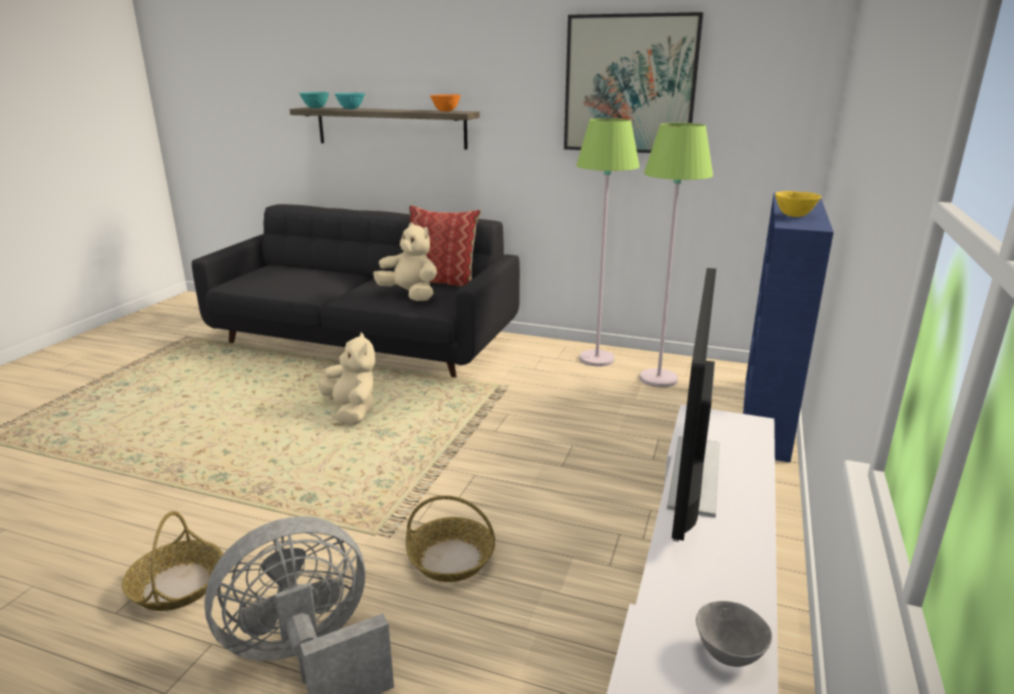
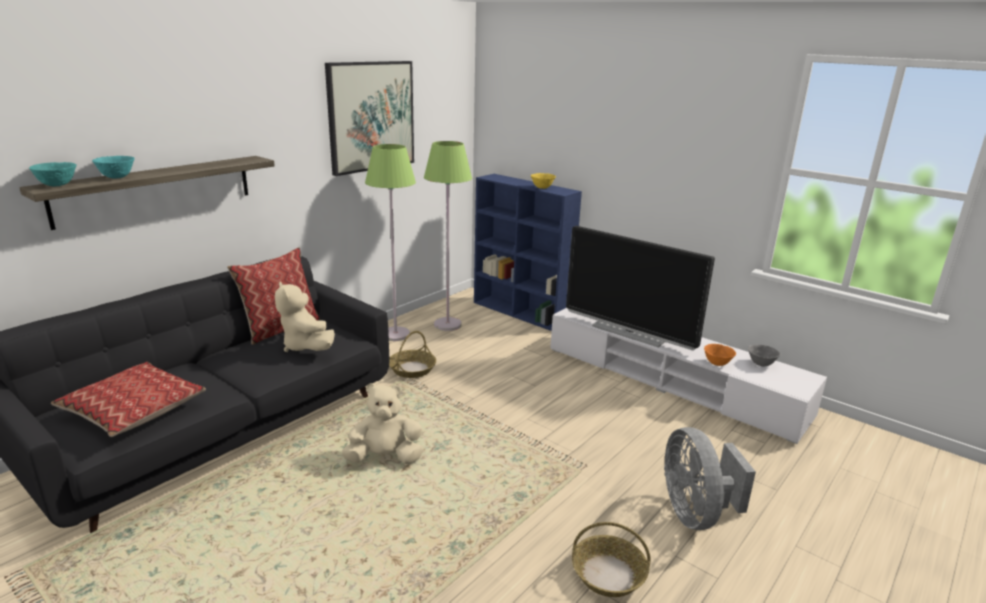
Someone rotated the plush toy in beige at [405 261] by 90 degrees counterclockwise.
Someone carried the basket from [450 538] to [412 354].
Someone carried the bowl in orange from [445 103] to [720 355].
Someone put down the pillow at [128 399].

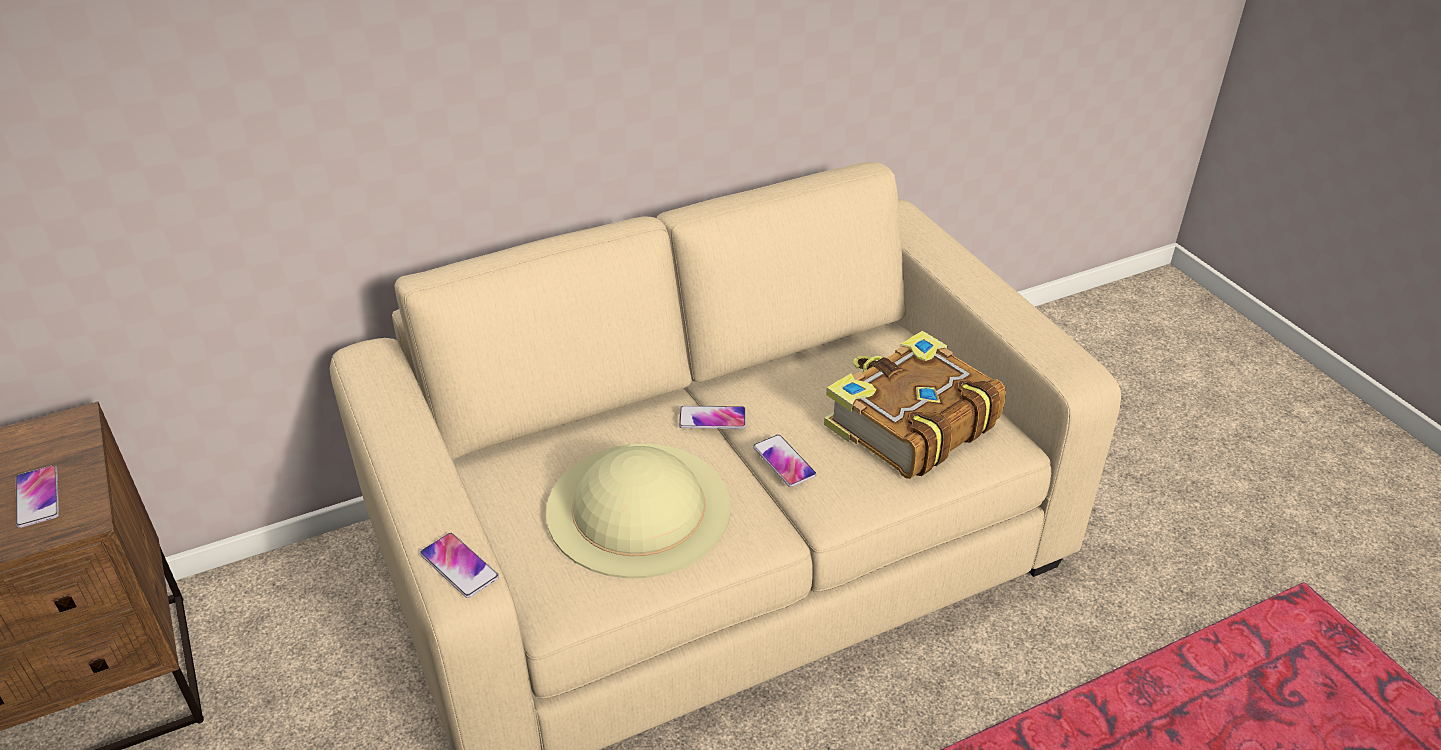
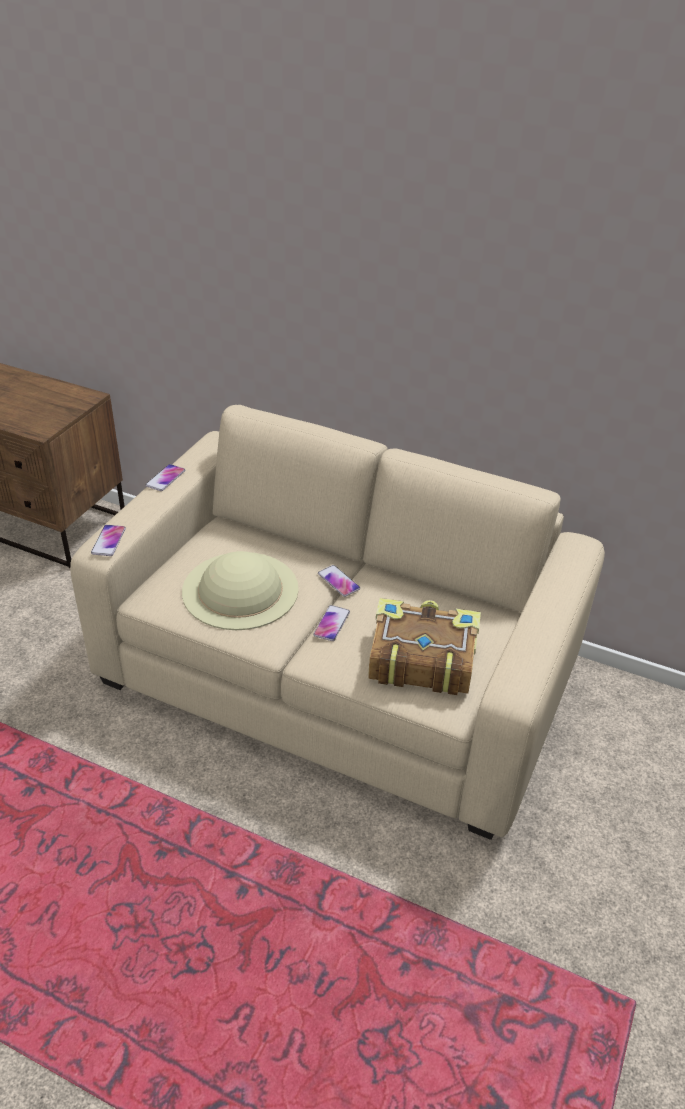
Someone carried the phone from [37 496] to [165 477].

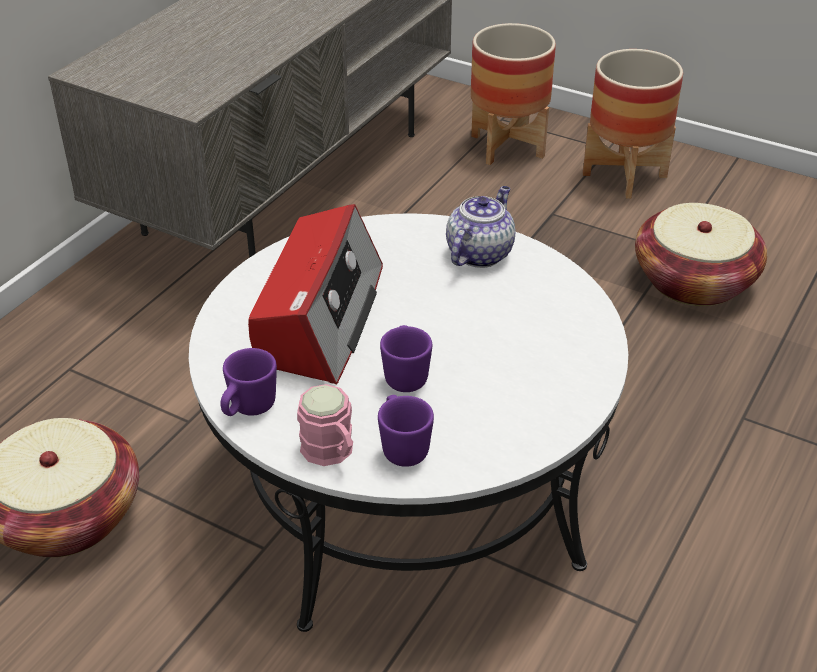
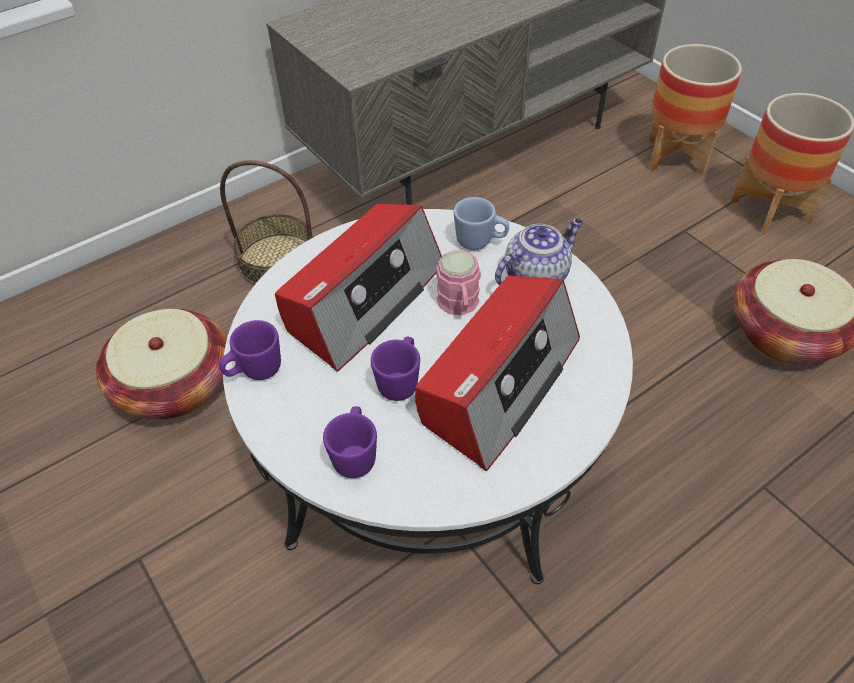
Someone carried the mug in pink from [325 425] to [458 282].
Someone put down the basket at [266 222].
Someone put down the radio at [497 373].
Someone put down the mug in blue at [481 223].

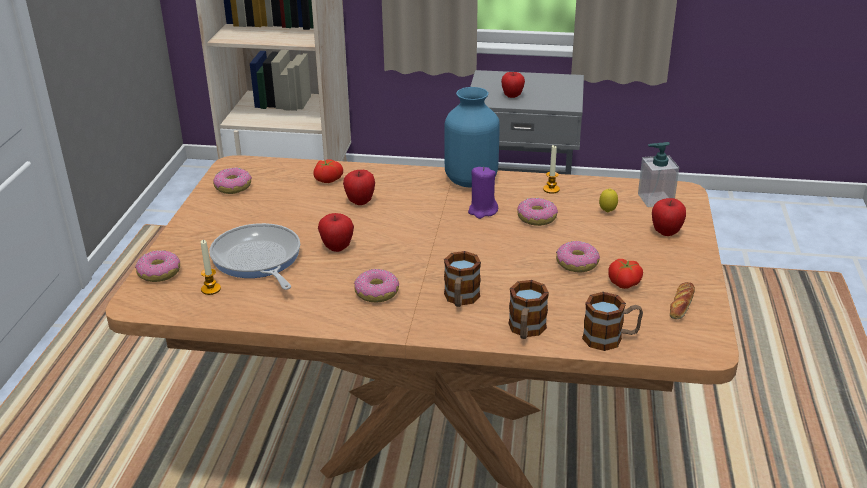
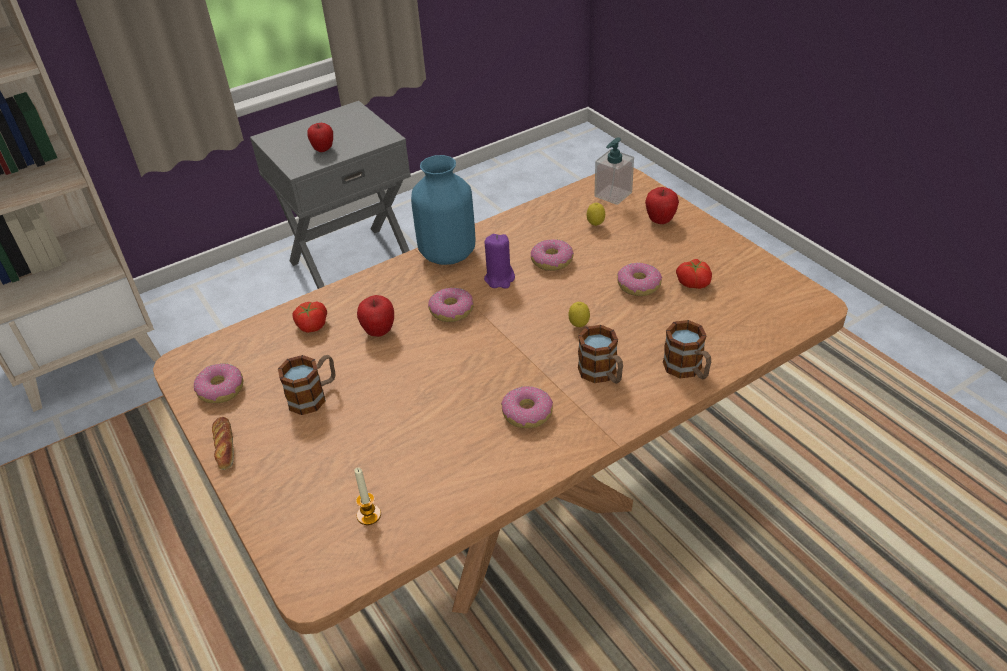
Someone carried the donut from [157 266] to [451 305].
Someone took away the frying pan at [255 256].
Someone took away the apple at [336 232].
Someone took away the candle at [551 169].
Someone carried the mug from [612 321] to [307 385].
Someone carried the bread from [682 300] to [223 443].
Someone put down the lemon at [579 314].

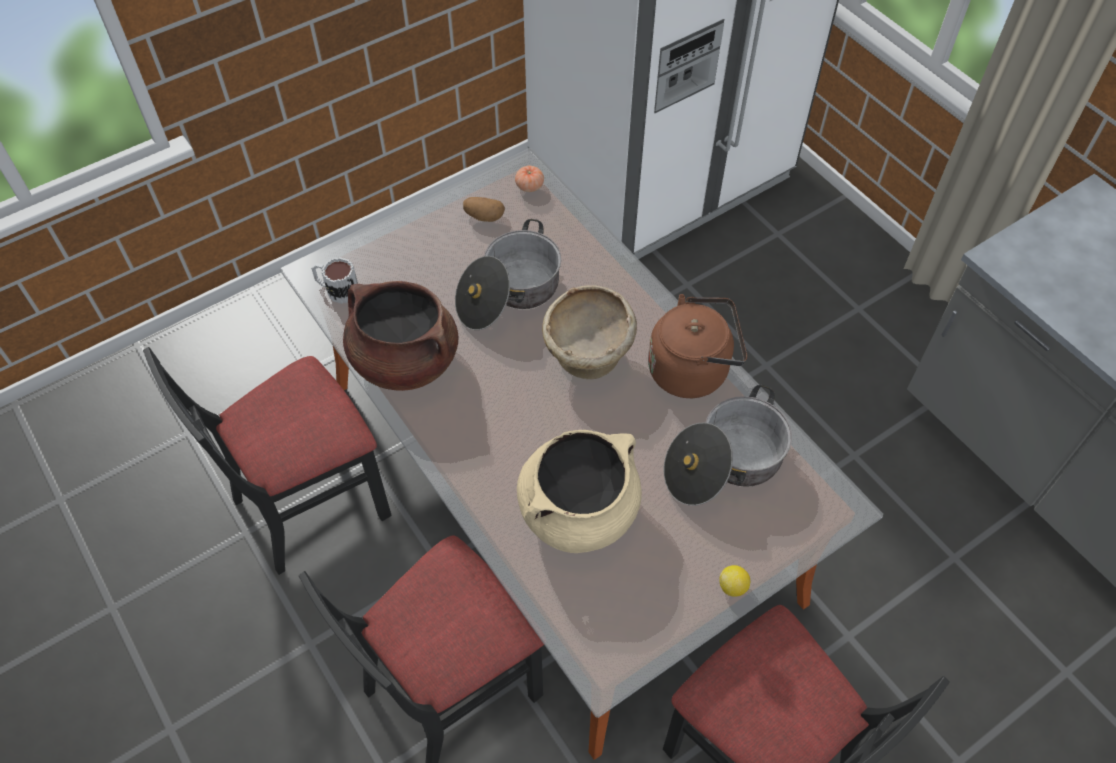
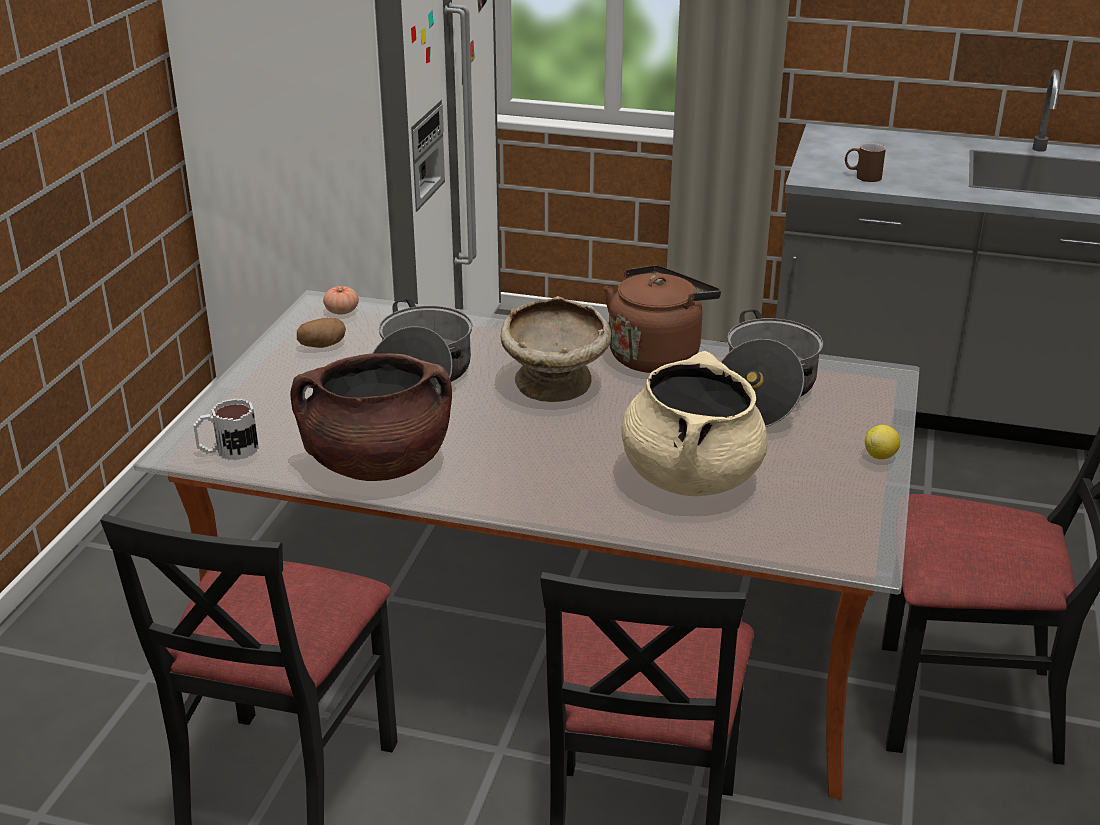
Someone put down the mug in brown at [865 162].

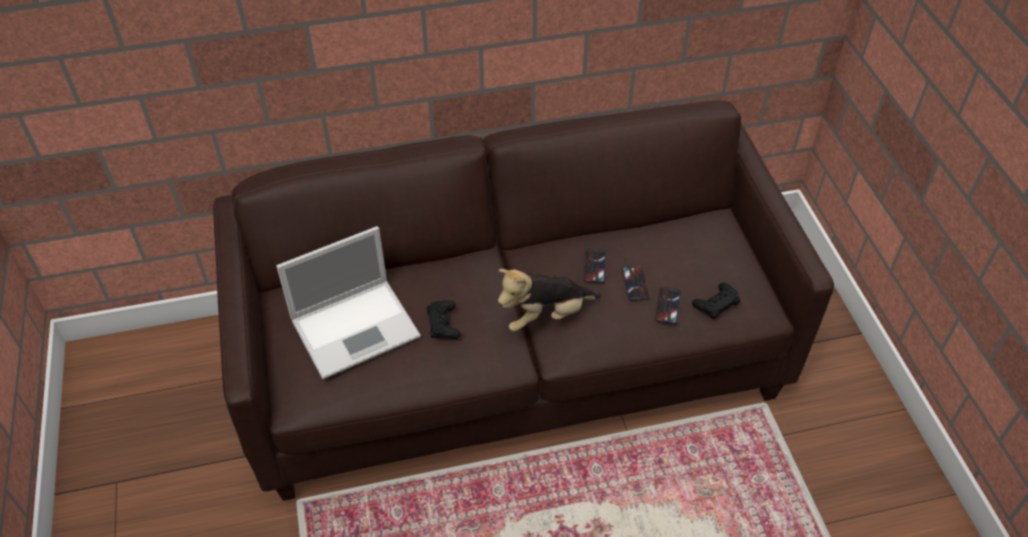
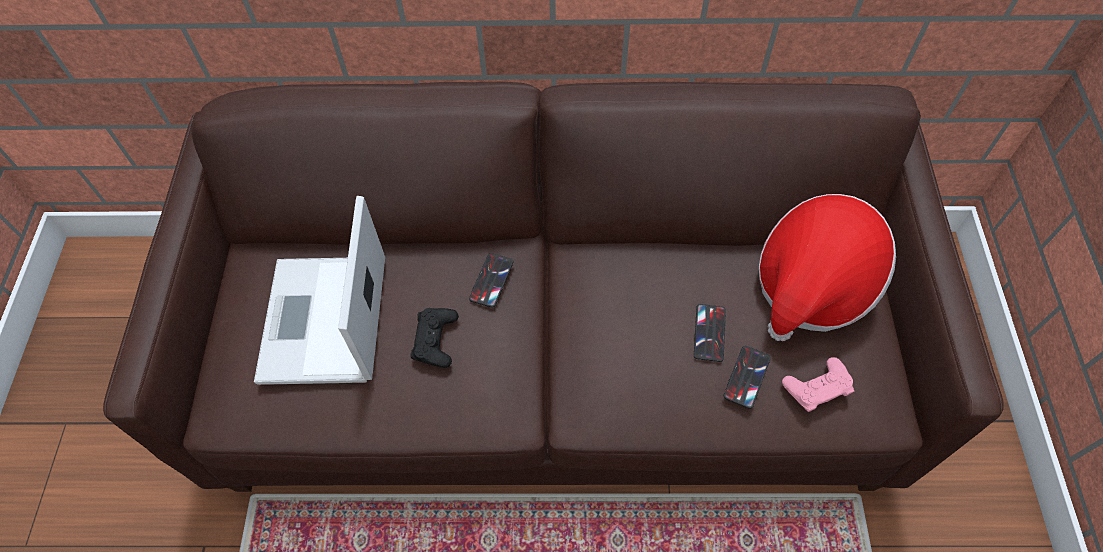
Someone rotated the laptop at [348 302] by 105 degrees clockwise.
Someone took away the plush toy at [549 300].
Someone carried the phone from [595 266] to [491 280].
Someone repainted the game controller in black at [716 300], which became the game controller in pink at [818 384].
Someone put down the hat at [827 267].

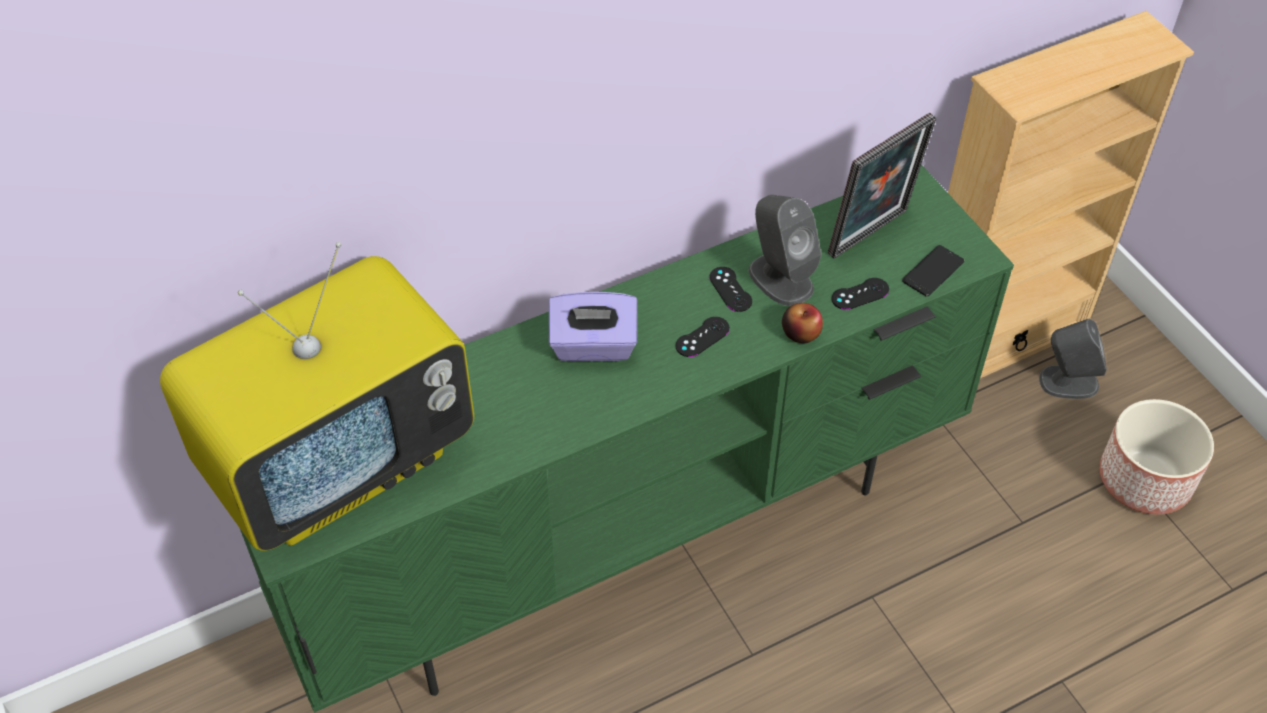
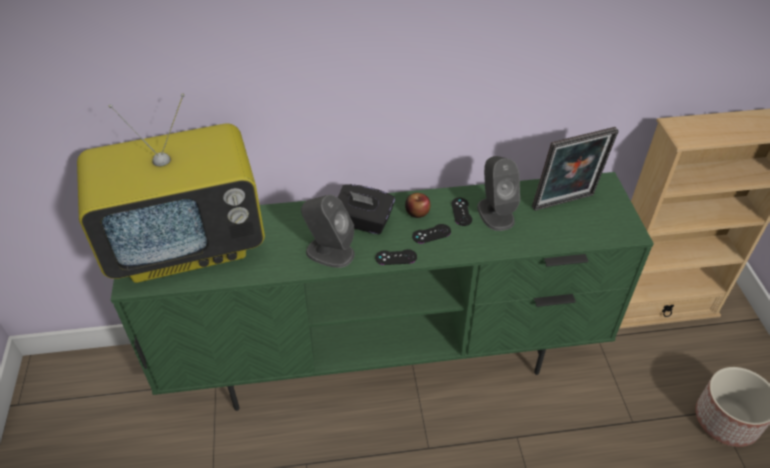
Someone repainted the tissue box in purple at [593 326], which became the tissue box in black at [366 209].
Someone carried the apple from [802 323] to [417 205].
Someone carried the game controller in black from [860 294] to [396 257].
Someone took away the phone at [933 271].
Someone carried the speaker in grey from [1073 359] to [328 231].

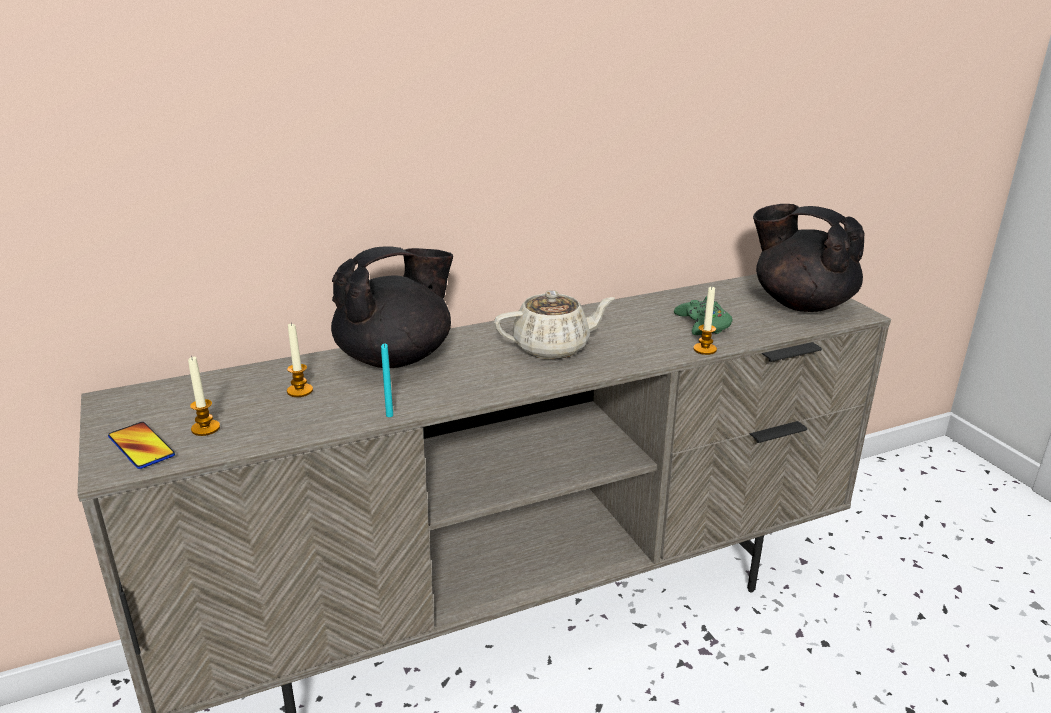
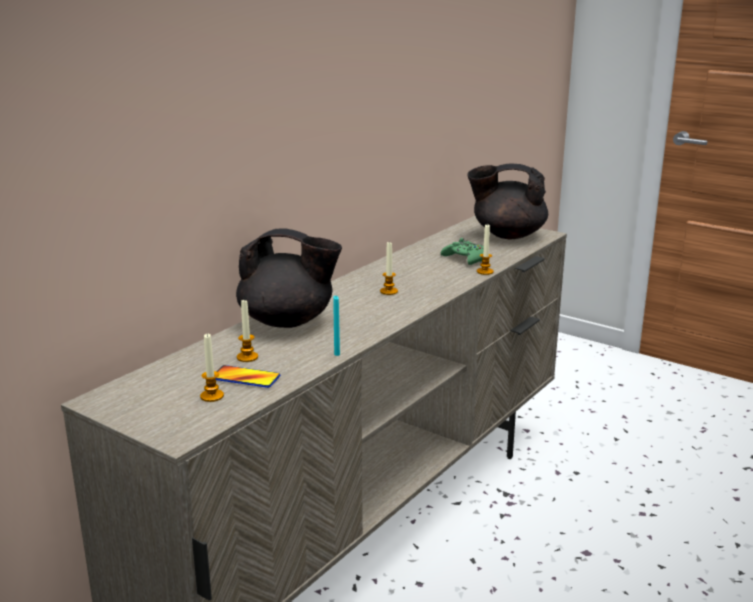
Someone carried the phone from [141 445] to [248 376].
Someone rotated the teapot in black at [392 307] by 75 degrees clockwise.
Someone swapped the teapot in beige at [554 324] for the candle at [389 268].

